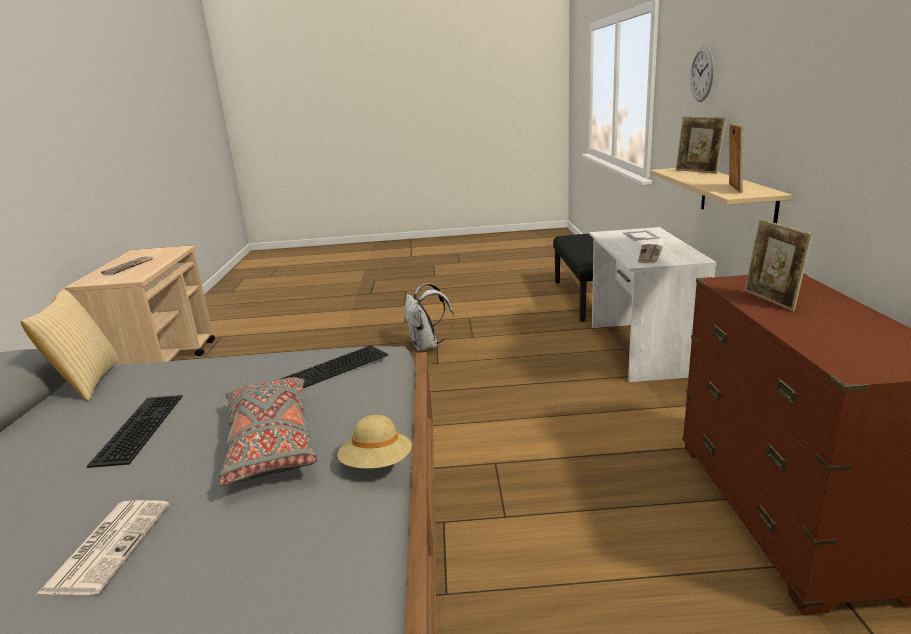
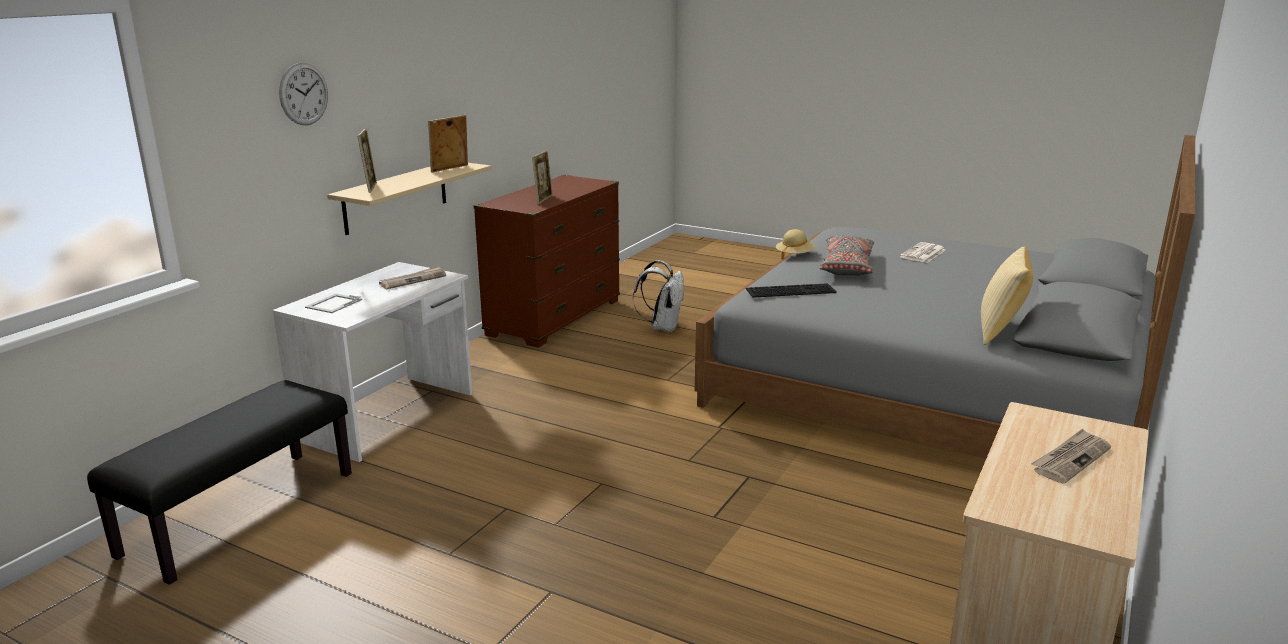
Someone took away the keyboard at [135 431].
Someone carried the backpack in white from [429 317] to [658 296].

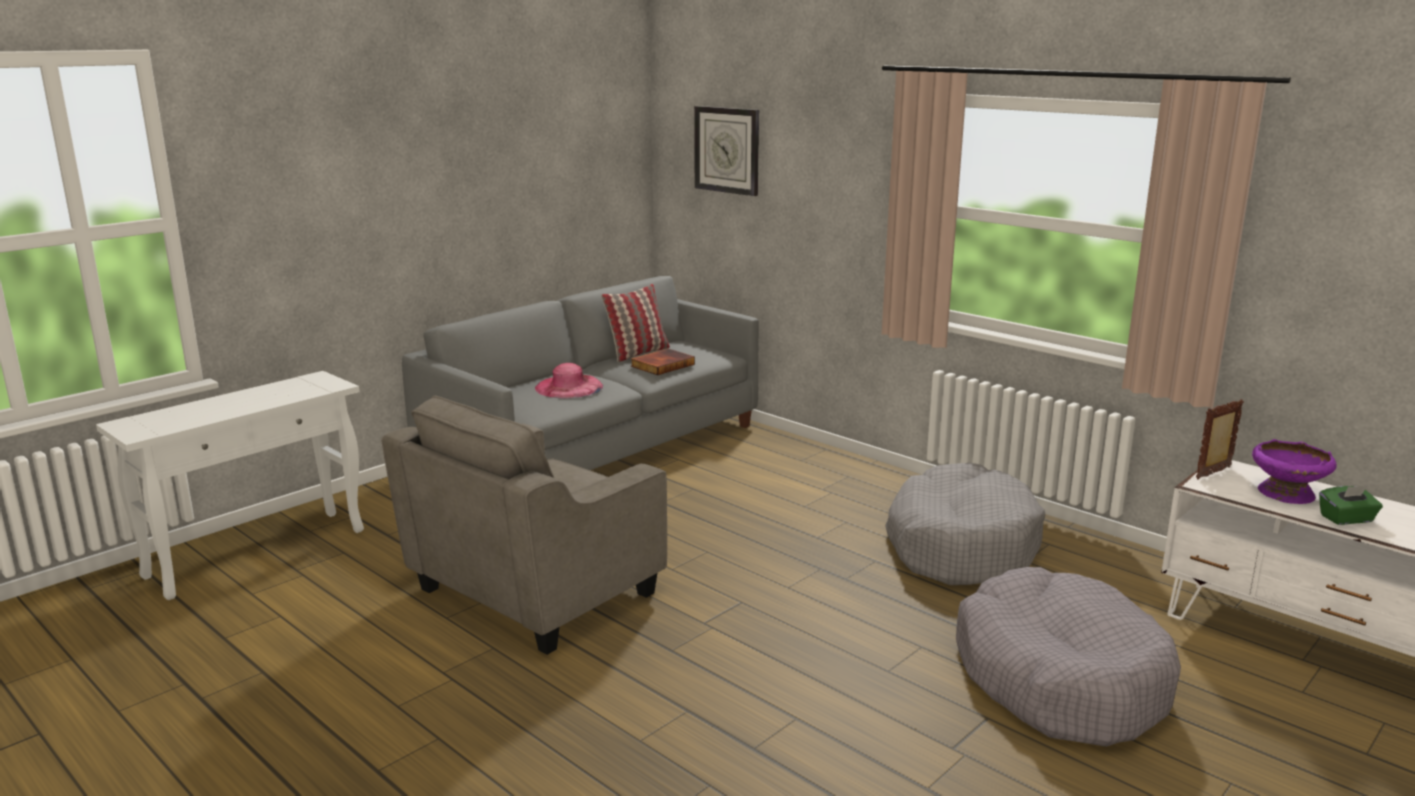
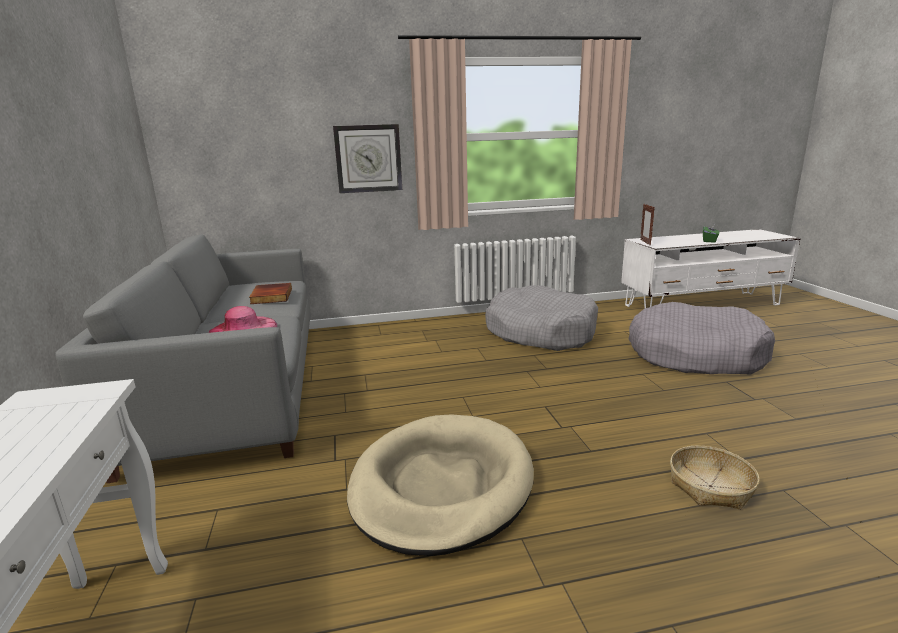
Someone swapped the armchair in grey at [524 525] for the dog bed in beige at [440 485].
Someone took away the pillow at [635 323].
Someone carried the wall clock from [726 151] to [367 158].
Someone took away the bowl in purple at [1294 471].
Someone put down the basket at [715 477].

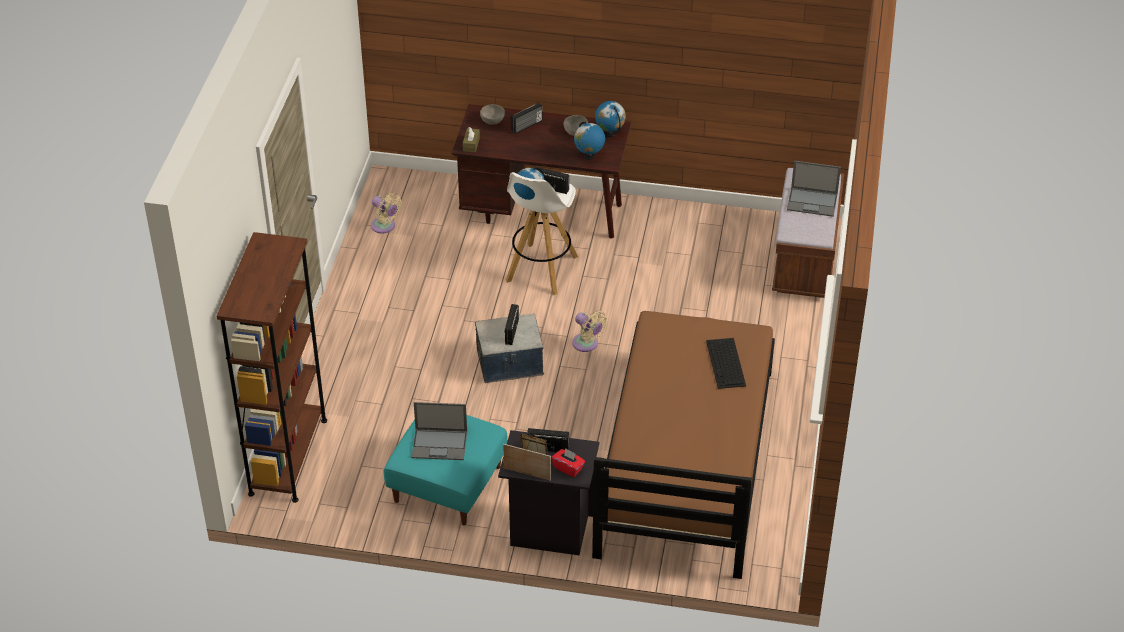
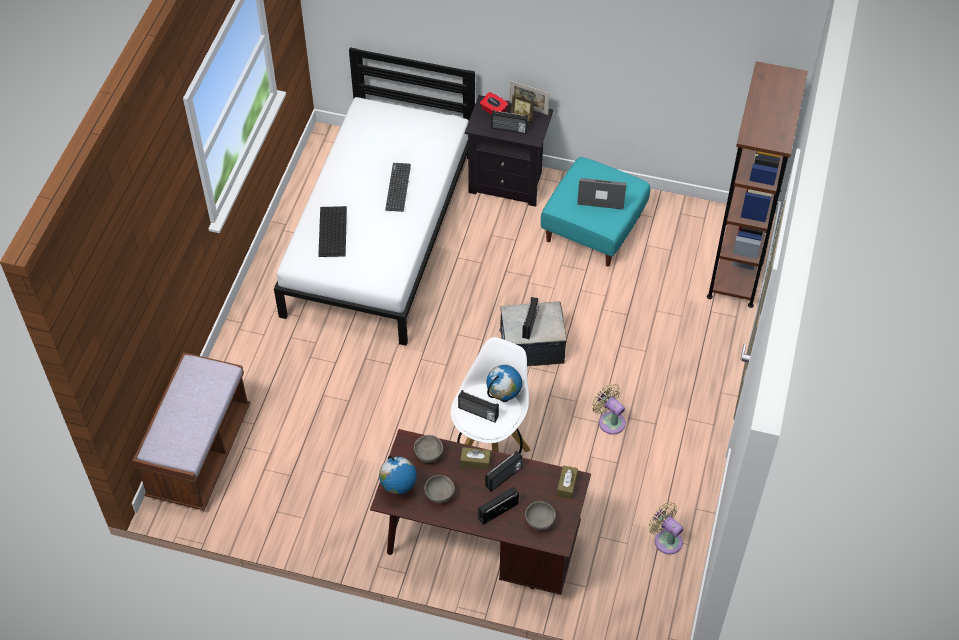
Someone carried the fan in beige from [589 331] to [609 409].
Someone swapped the globe at [589 140] for the bowl in grey at [428 449].
Someone repainted the bed in brown at [683 445], which became the bed in white at [374 196].
Someone took away the laptop at [814 189].
Someone put down the keyboard at [398 187].
Someone put down the tissue box in brown at [475 458].
Someone put down the radio at [503 471].

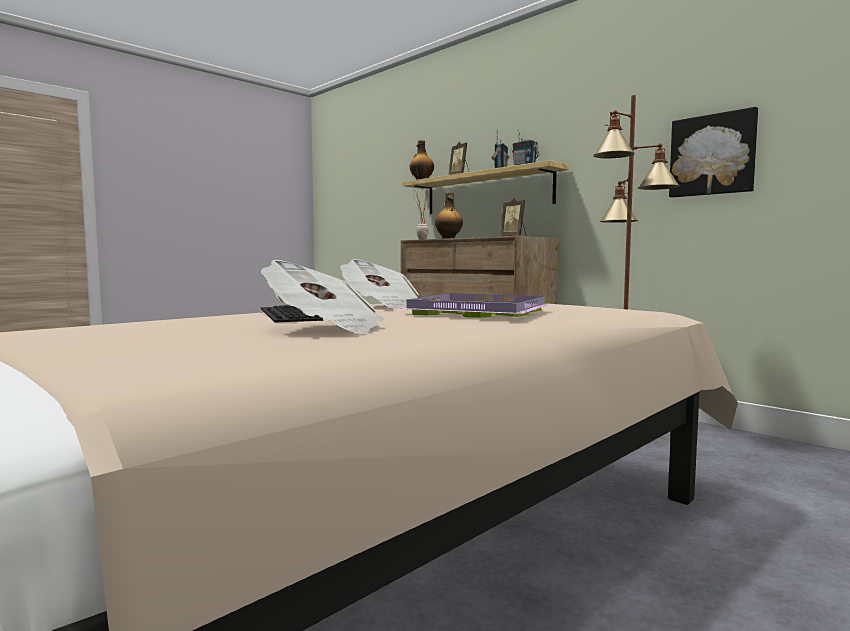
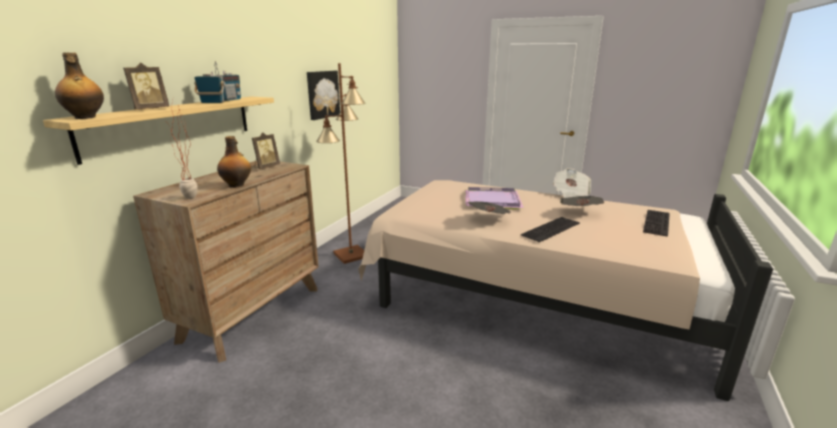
Someone put down the newspaper at [572 183].
Someone put down the keyboard at [656 223].

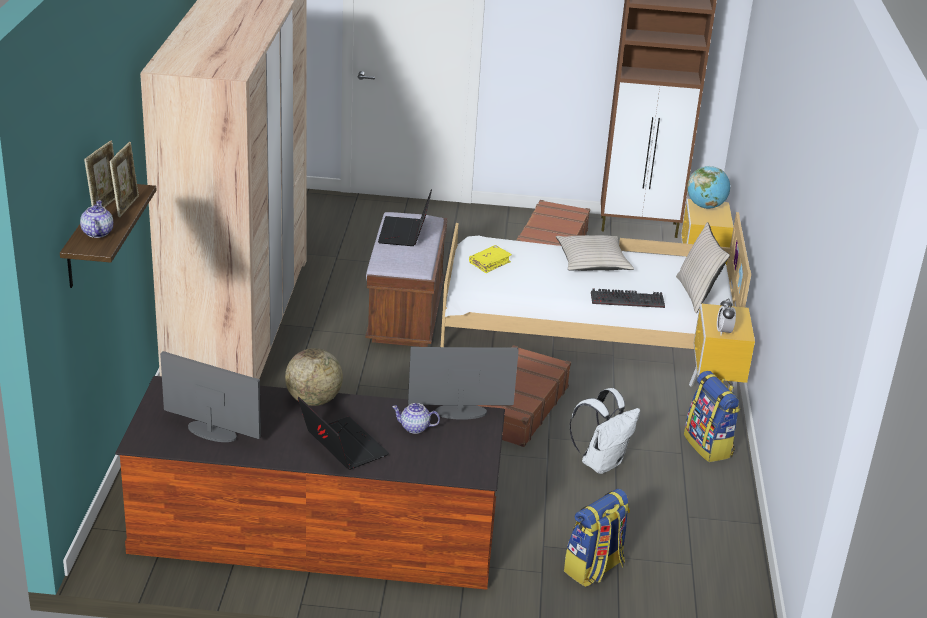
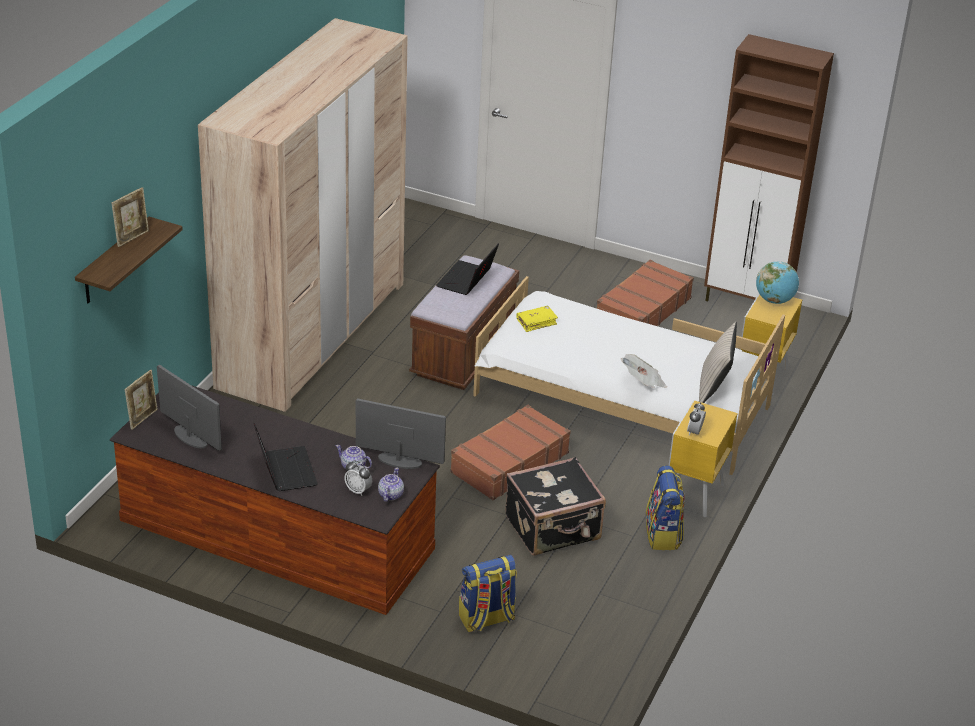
Someone carried the teapot from [96 219] to [391 484].
Someone carried the picture frame from [124 179] to [141 400].
Someone took away the globe at [314 377].
Someone took away the pillow in beige at [595 253].
Someone swapped the backpack in white at [604 431] for the suitcase in black at [555 506].
Someone swapped the keyboard at [628 298] for the newspaper at [644 371].
Someone put down the alarm clock at [358 478].

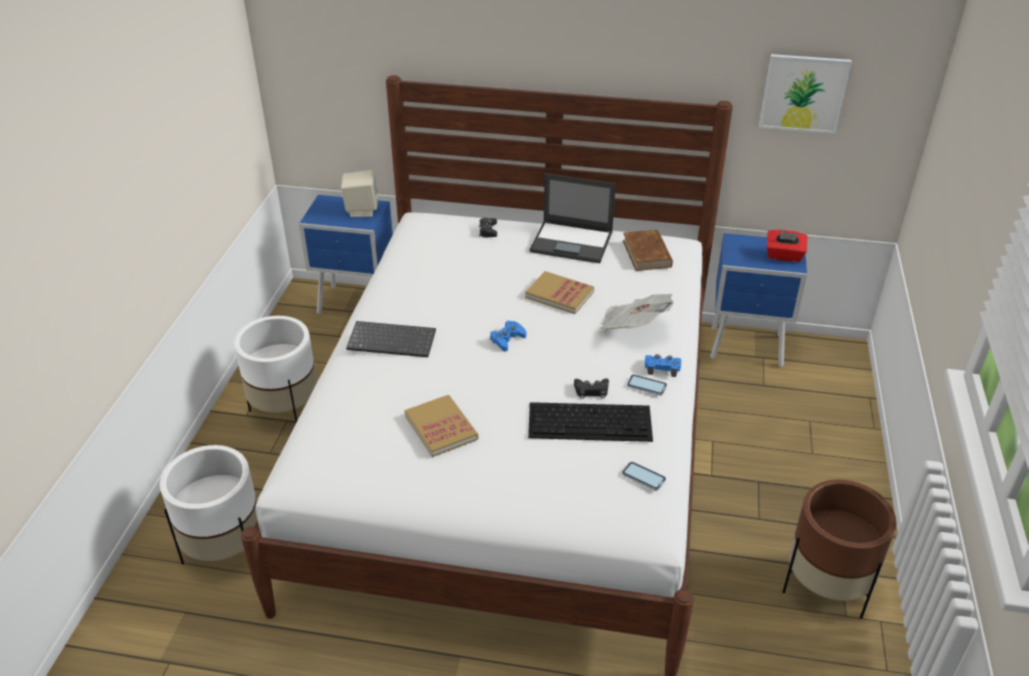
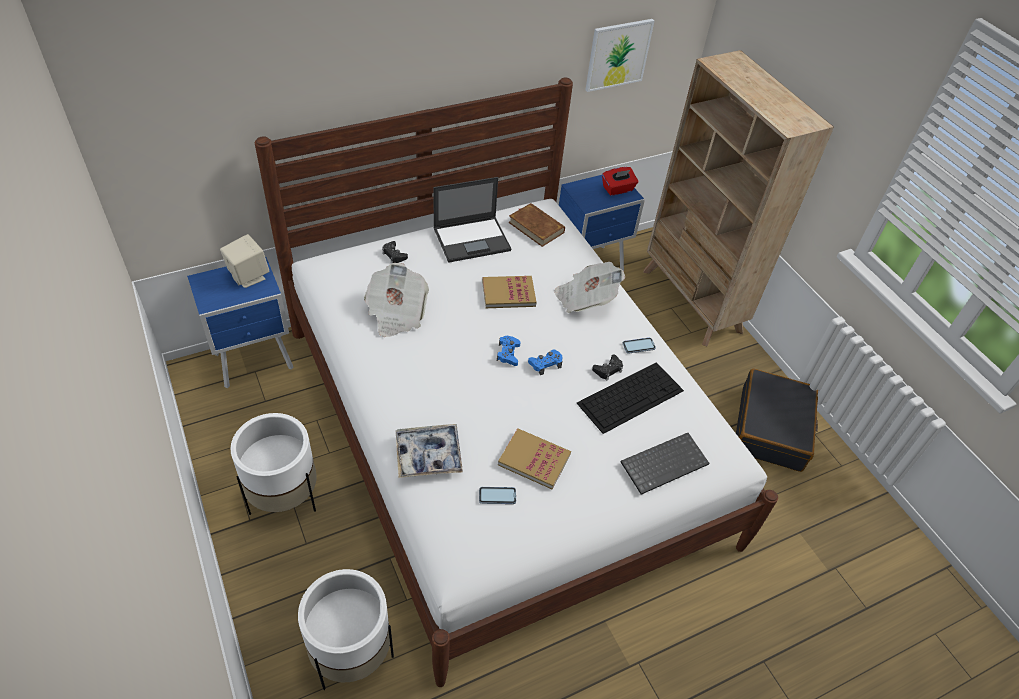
Someone carried the keyboard from [391 339] to [665 464].
Someone carried the phone from [644 476] to [497 495].
Someone carried the game controller in blue from [663 365] to [545 362].
Someone swapped the planter in brown at [839 549] for the suitcase in black at [777 420].
Someone put down the newspaper at [396 300].
Someone put down the tray at [429 451].
Someone put down the bookcase in beige at [738 198].

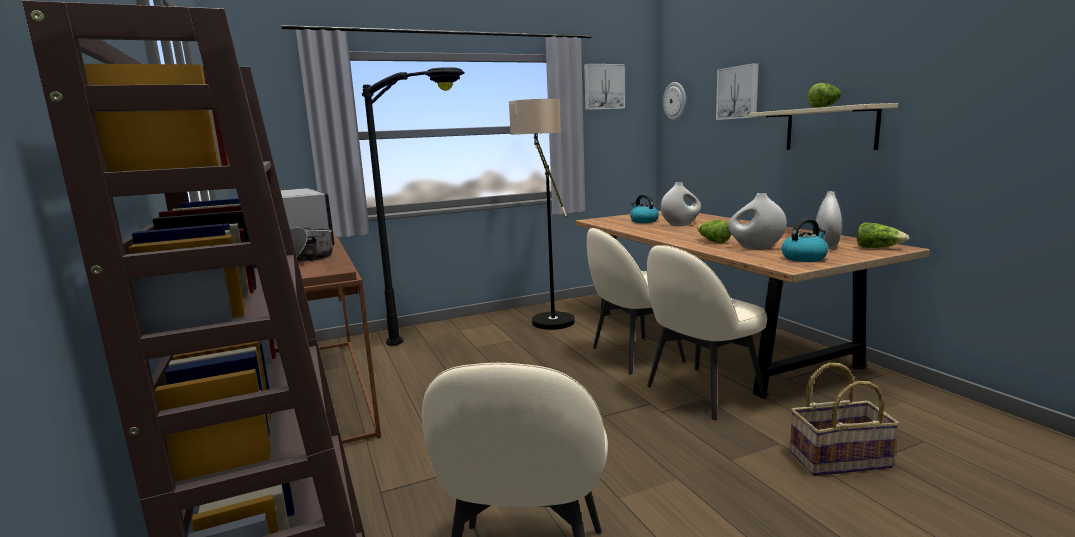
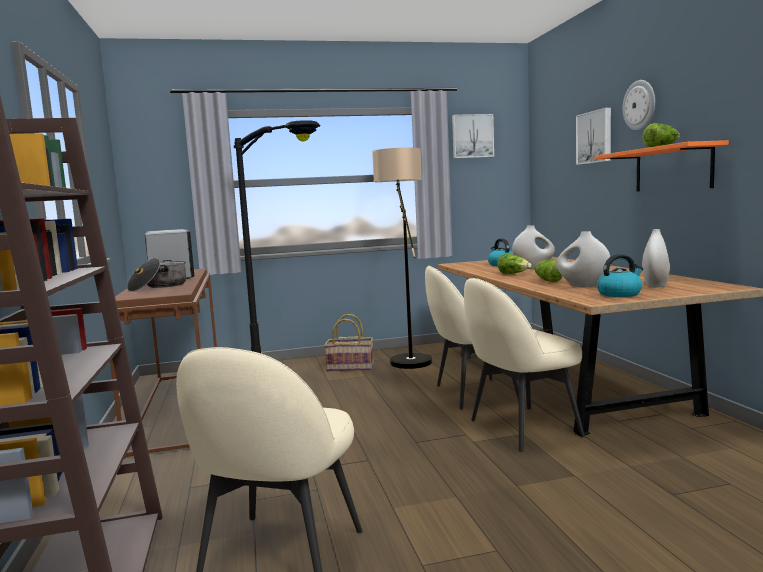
Someone carried the wall clock from [674 101] to [639 105].
Someone repainted the shelf in beige at [823 126], which became the shelf in orange at [662 166].
Someone carried the basket from [845 419] to [349 342].
Someone carried the lettuce from [883 235] to [514 264].

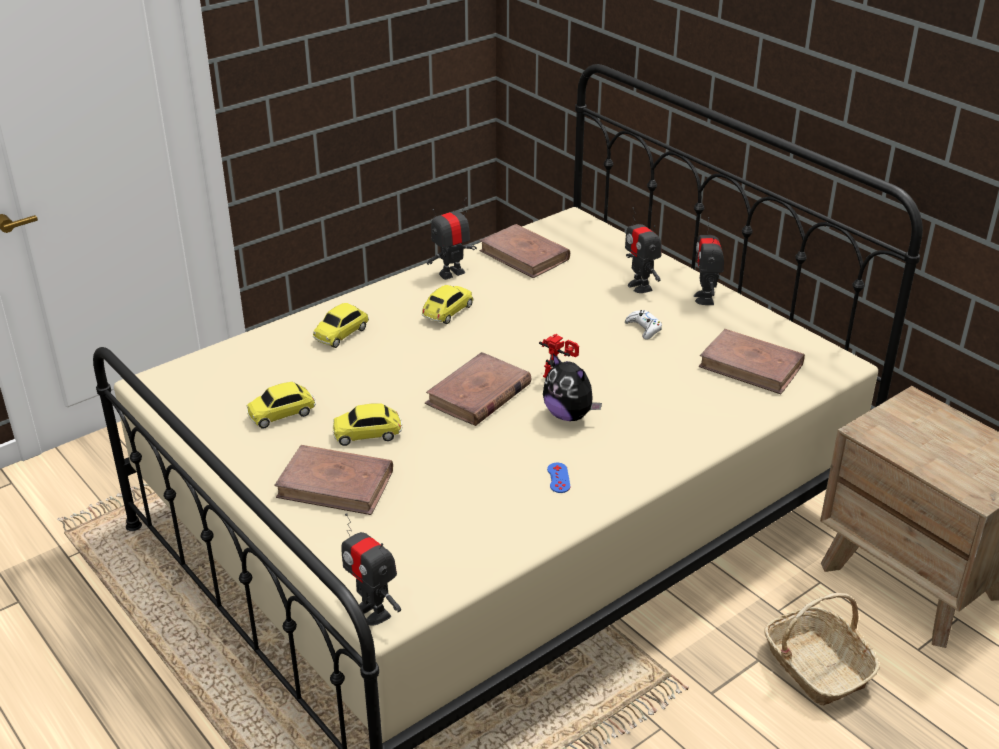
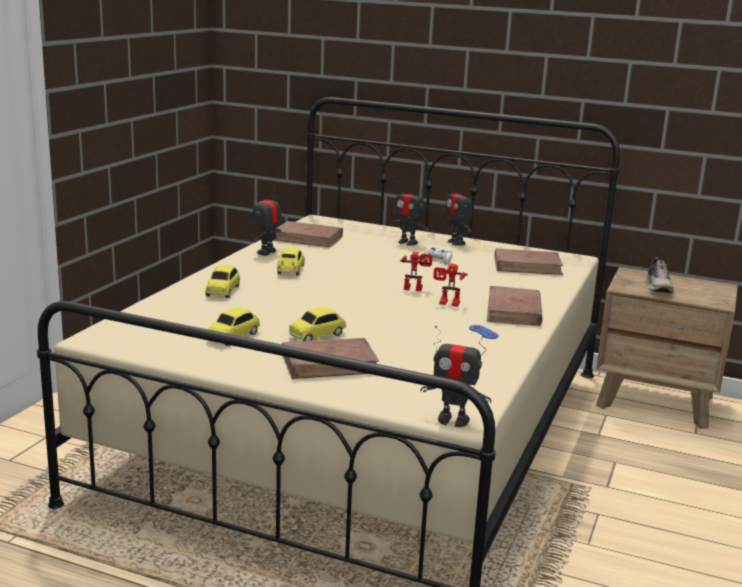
Someone carried the book in brown from [478 389] to [515 306].
Someone swapped the plush toy at [572 387] for the toy robot at [450 285].
Someone took away the basket at [822 649].
Someone put down the shoe at [660 275].

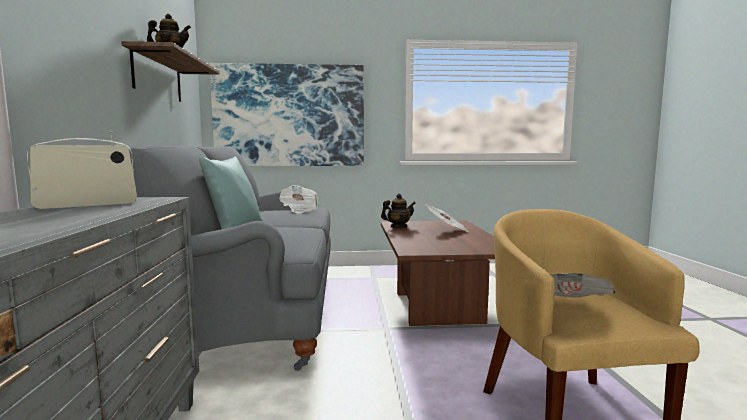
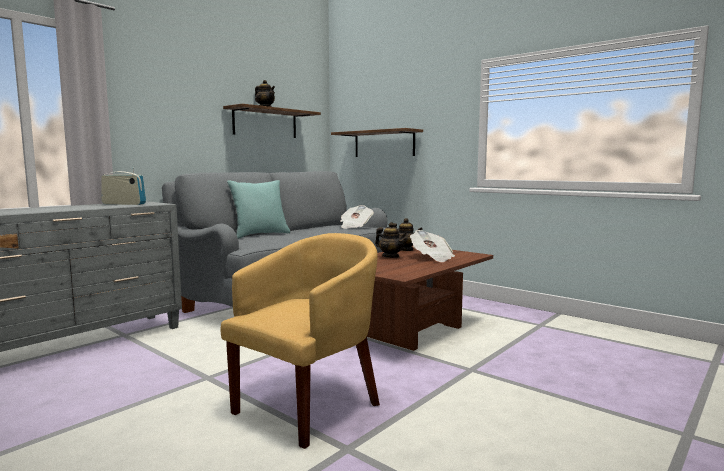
Someone swapped the picture at [286 114] for the shelf at [377 142].
Someone took away the newspaper at [569 285].
Someone put down the teapot at [391 240].

